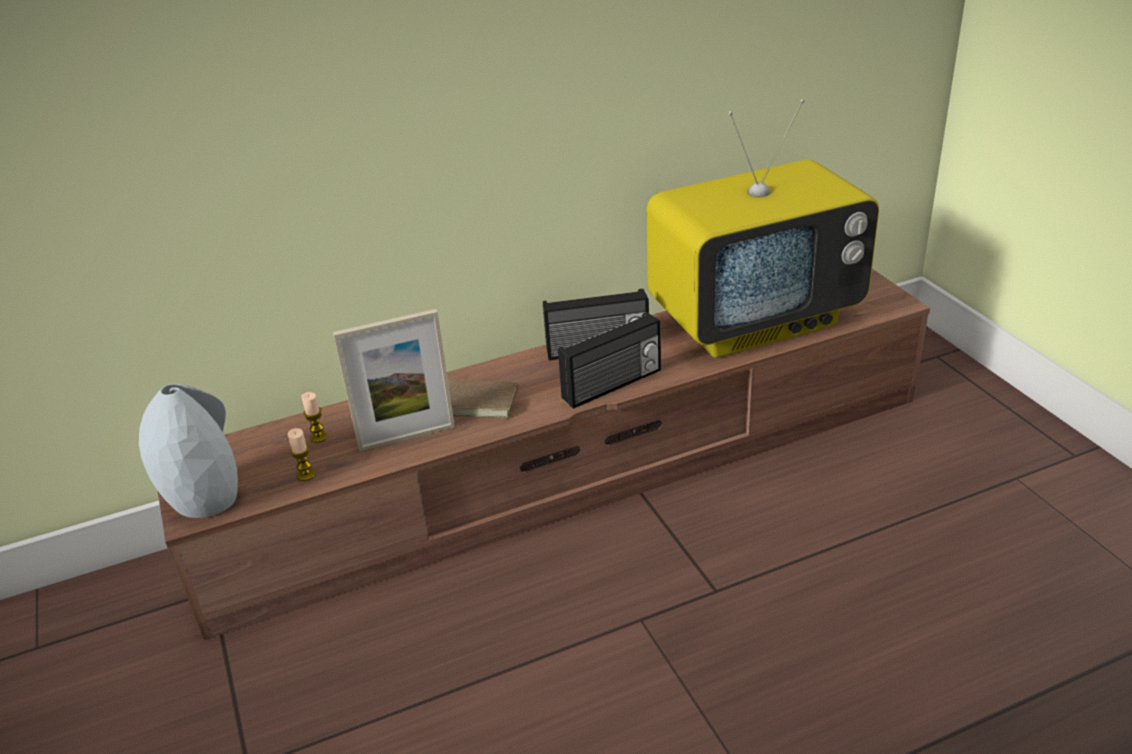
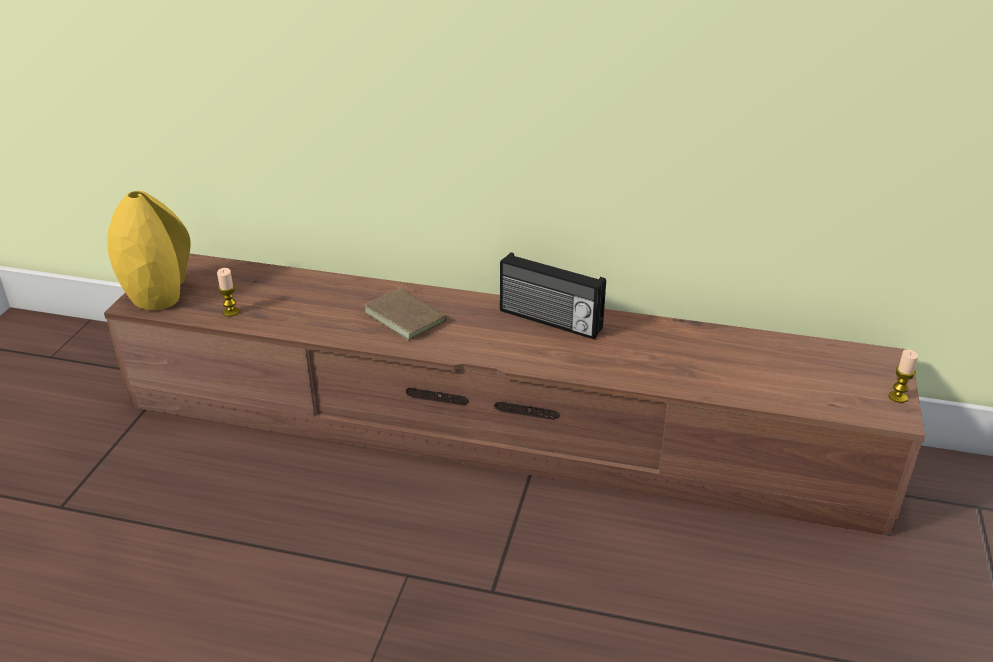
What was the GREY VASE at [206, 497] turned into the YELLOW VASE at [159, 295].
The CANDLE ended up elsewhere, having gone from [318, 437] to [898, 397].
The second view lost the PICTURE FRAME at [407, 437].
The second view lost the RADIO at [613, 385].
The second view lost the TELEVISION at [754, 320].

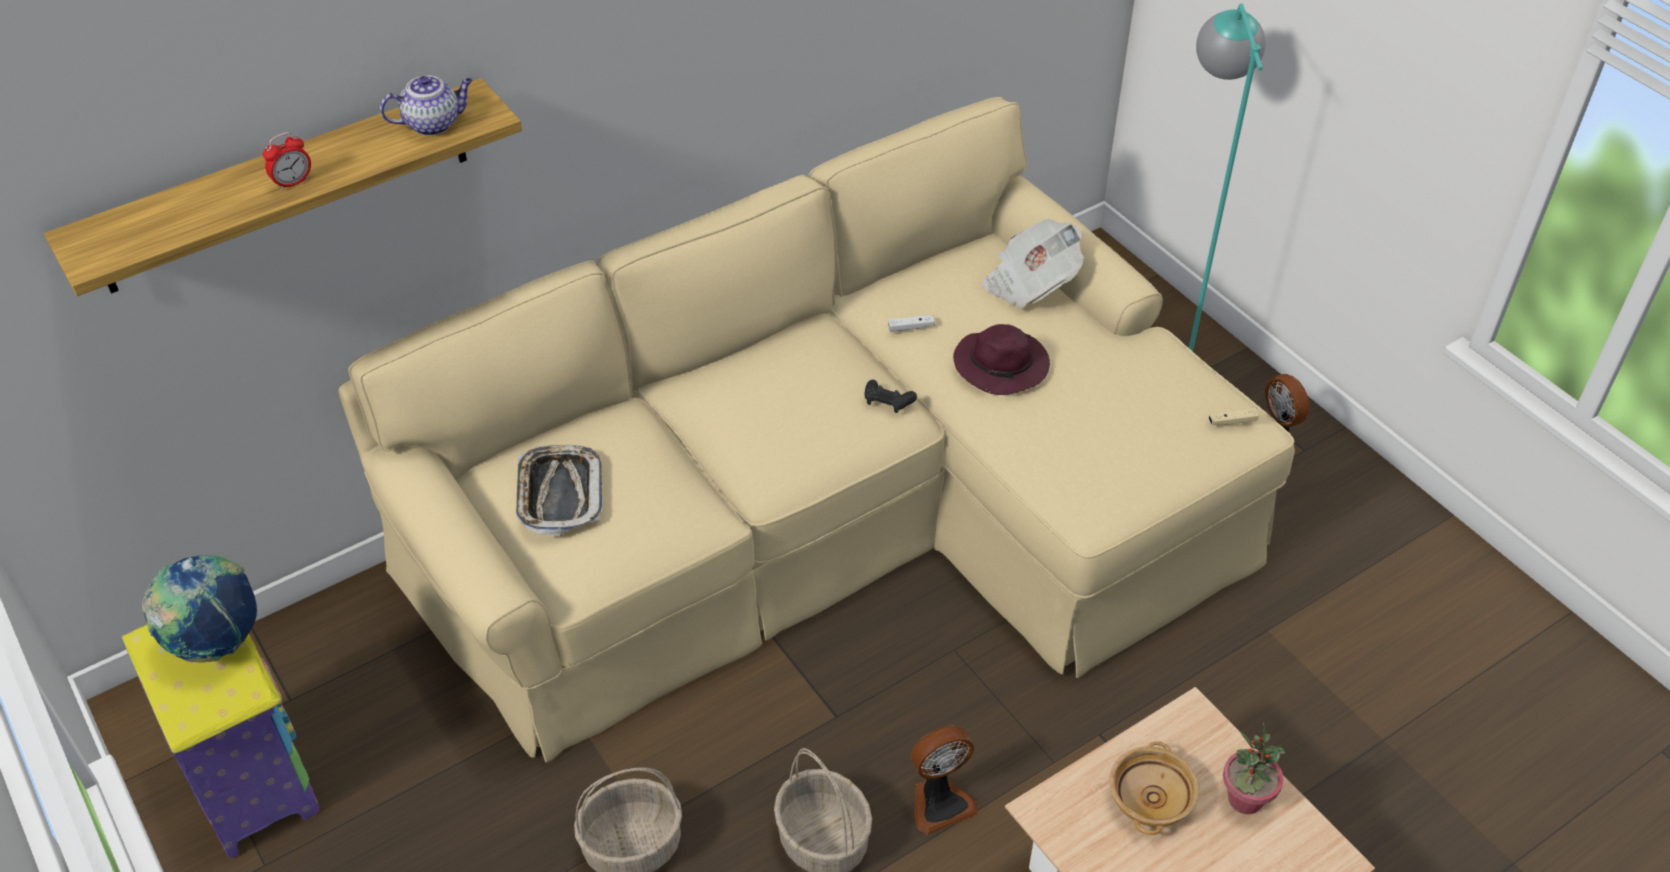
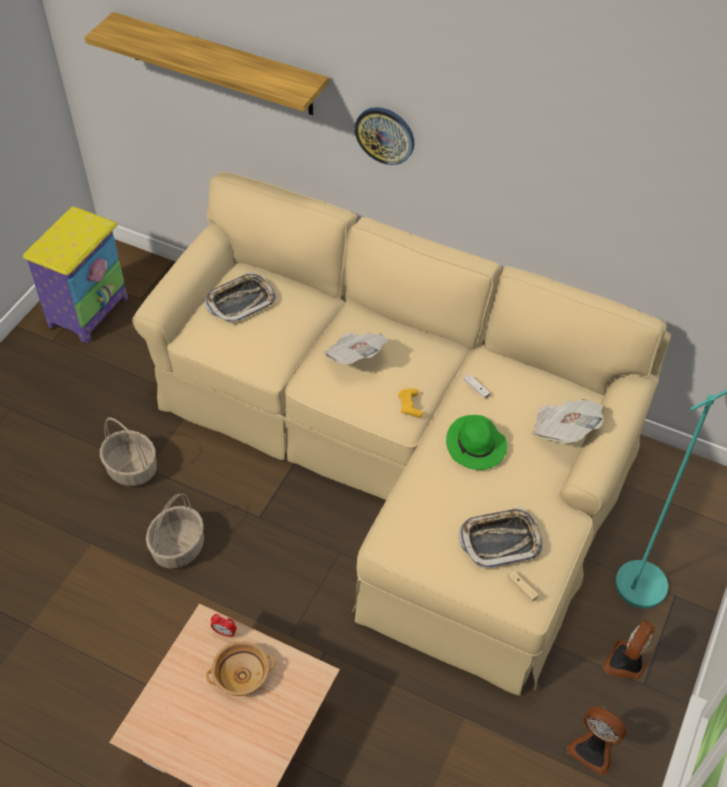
The second view lost the GLOBE at [215, 641].
The ALARM CLOCK ended up elsewhere, having gone from [293, 182] to [224, 632].
The second view lost the TEAPOT at [434, 124].
What was the BLACK GAME CONTROLLER at [887, 401] turned into the YELLOW GAME CONTROLLER at [410, 406].
The FAN ended up elsewhere, having gone from [939, 802] to [593, 749].
What was the PURPLE HAT at [1002, 366] turned into the GREEN HAT at [476, 446].
The second view lost the POTTED PLANT at [1245, 799].
The second view gained the NEWSPAPER at [355, 357].
The second view gained the WALL CLOCK at [385, 135].
The second view gained the TRAY at [500, 541].

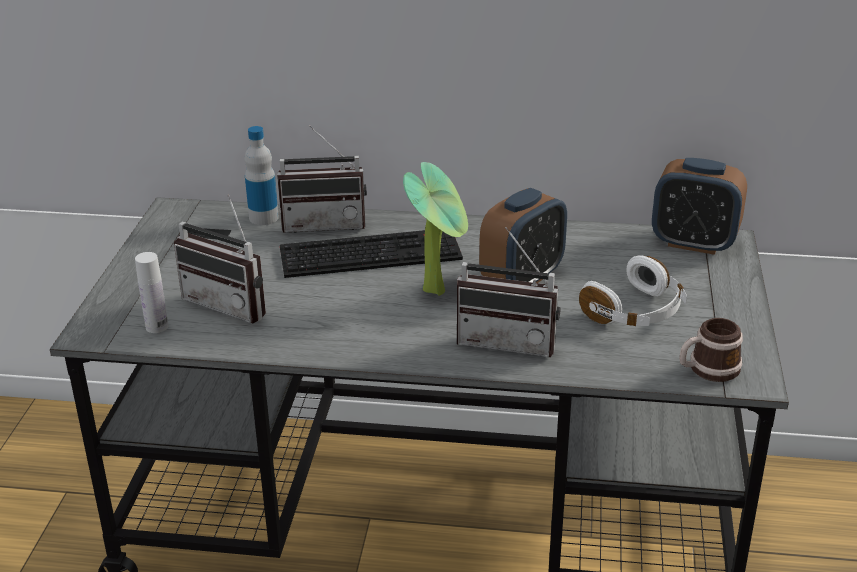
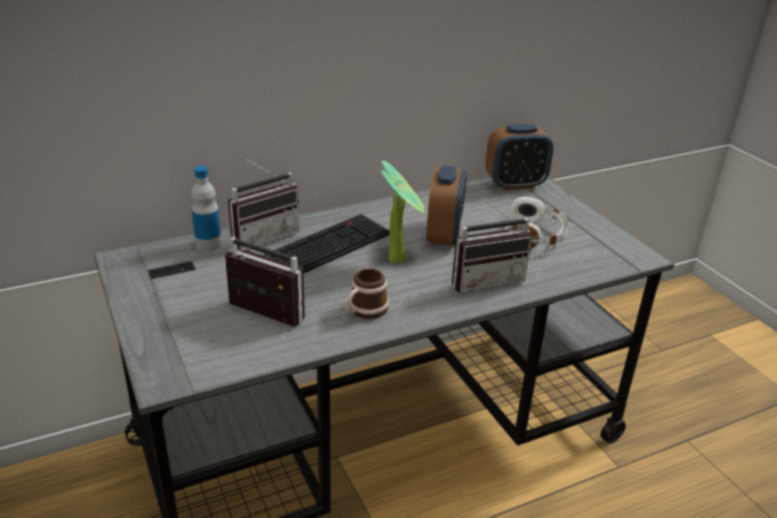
The second view lost the WHITE BOTTLE at [157, 327].
The RADIO at [232, 303] ended up facing another way, 150 degrees counterclockwise from before.
The MUG ended up elsewhere, having gone from [707, 370] to [364, 311].

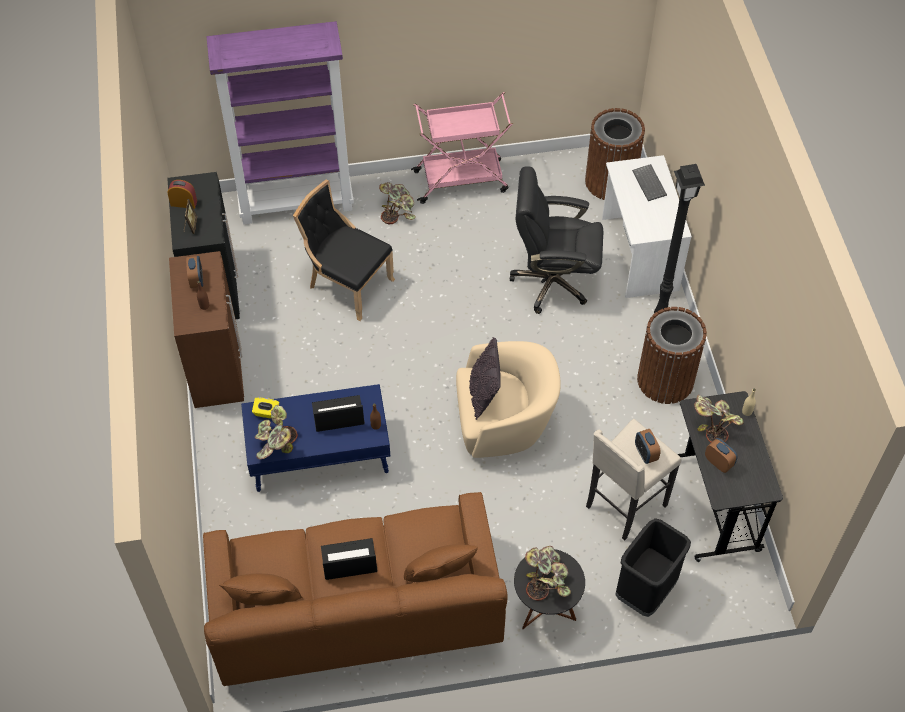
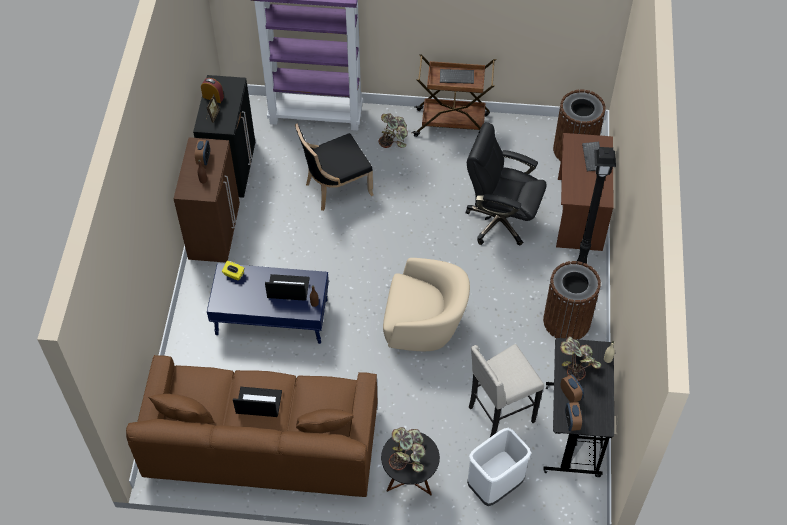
The second view lost the POTTED PLANT at [275, 445].
The BLACK CHAIR at [347, 284] ended up facing another way, 75 degrees counterclockwise from before.
What was the PINK CART at [461, 182] turned into the BROWN CART at [452, 125].
The second view lost the BLACK PILLOW at [484, 394].
What was the WHITE DESK at [638, 254] turned into the BROWN DESK at [578, 214].
What was the BLACK TRASH CAN at [645, 591] turned into the WHITE TRASH CAN at [495, 486].
The ALARM CLOCK ended up elsewhere, having gone from [645, 453] to [571, 422].
The second view gained the KEYBOARD at [457, 76].

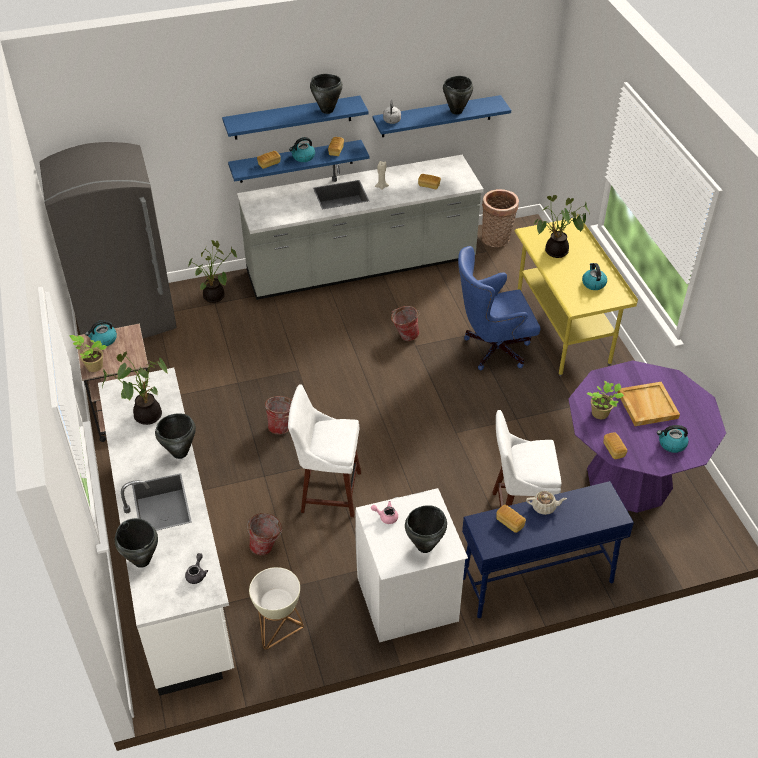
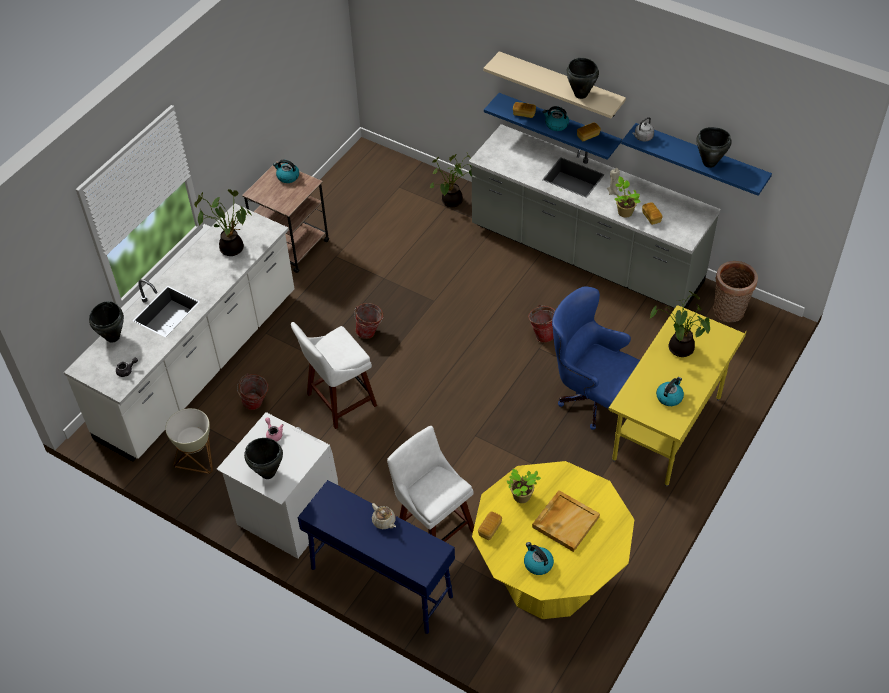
The second view lost the GREY FRIDGE at [127, 317].
The POTTED PLANT ended up elsewhere, having gone from [93, 366] to [624, 211].
The second view lost the BLACK COOKING POT at [180, 453].
What was the BLUE SHELF at [292, 117] turned into the BEIGE SHELF at [560, 84].
The WHITE CHAIR at [327, 491] ended up facing another way, 90 degrees counterclockwise from before.
The second view lost the BREAD at [510, 523].
What was the PURPLE DINING TABLE at [629, 478] turned into the YELLOW DINING TABLE at [549, 579].

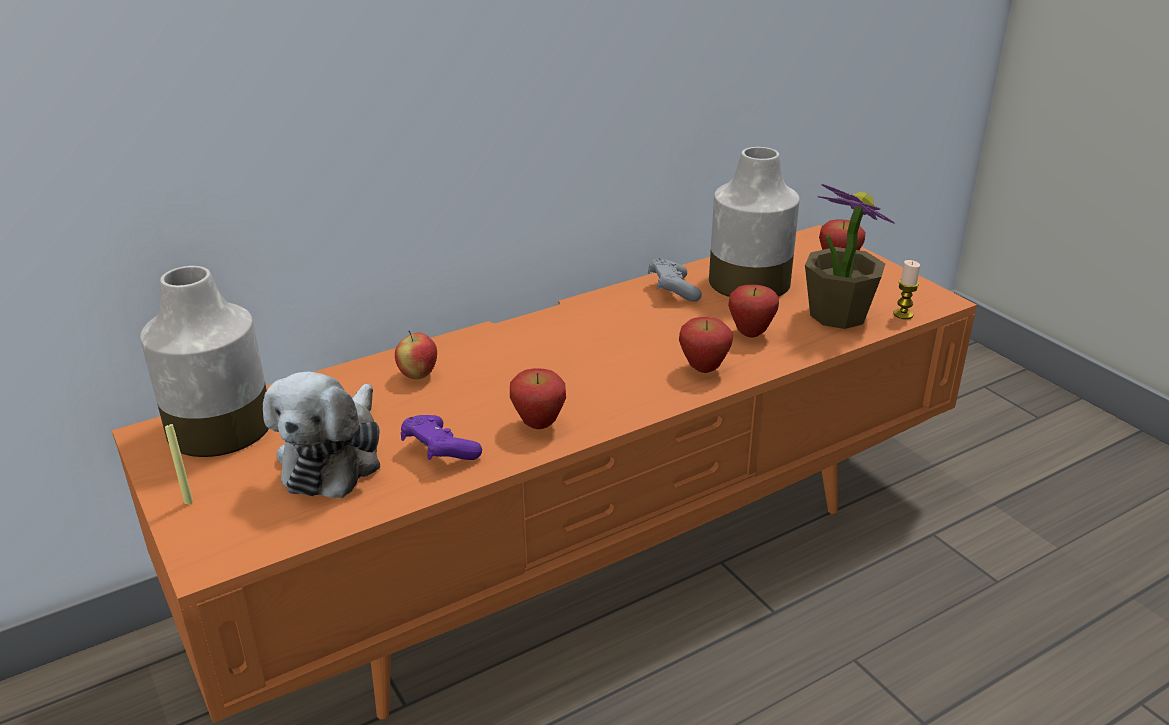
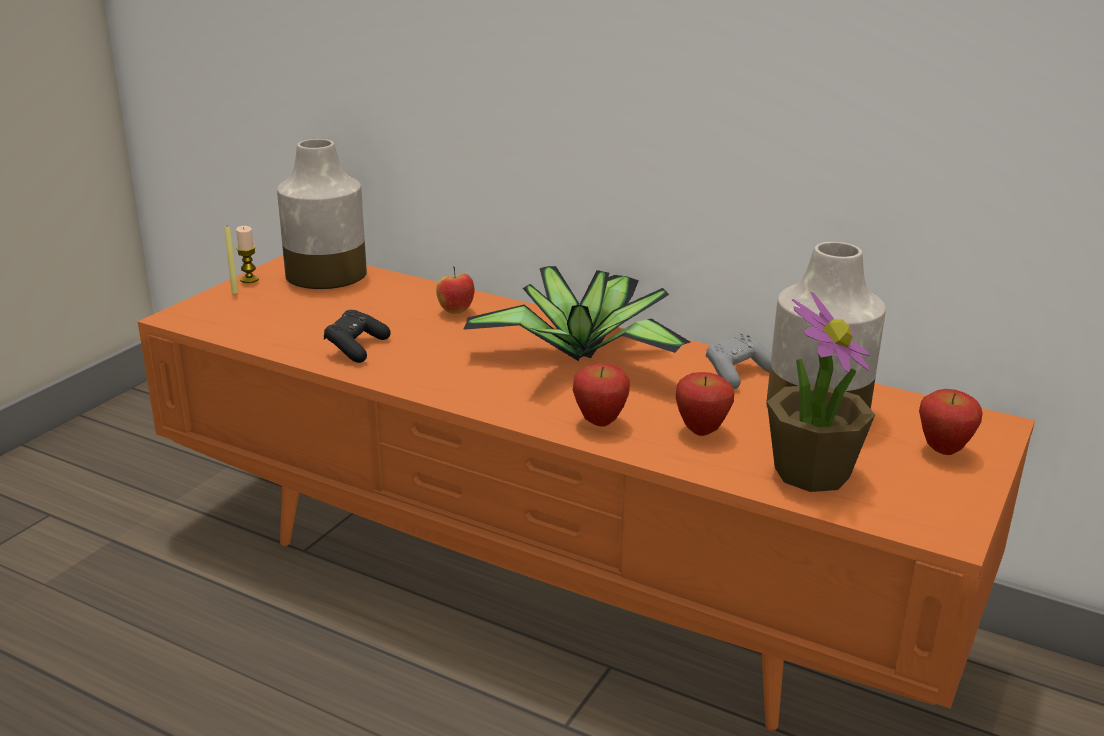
The second view lost the PLUSH TOY at [334, 457].
What was the PURPLE GAME CONTROLLER at [439, 452] turned into the BLACK GAME CONTROLLER at [356, 348].
The second view lost the APPLE at [538, 425].
The CANDLE ended up elsewhere, having gone from [903, 314] to [249, 279].
The second view gained the POTTED PLANT at [583, 353].

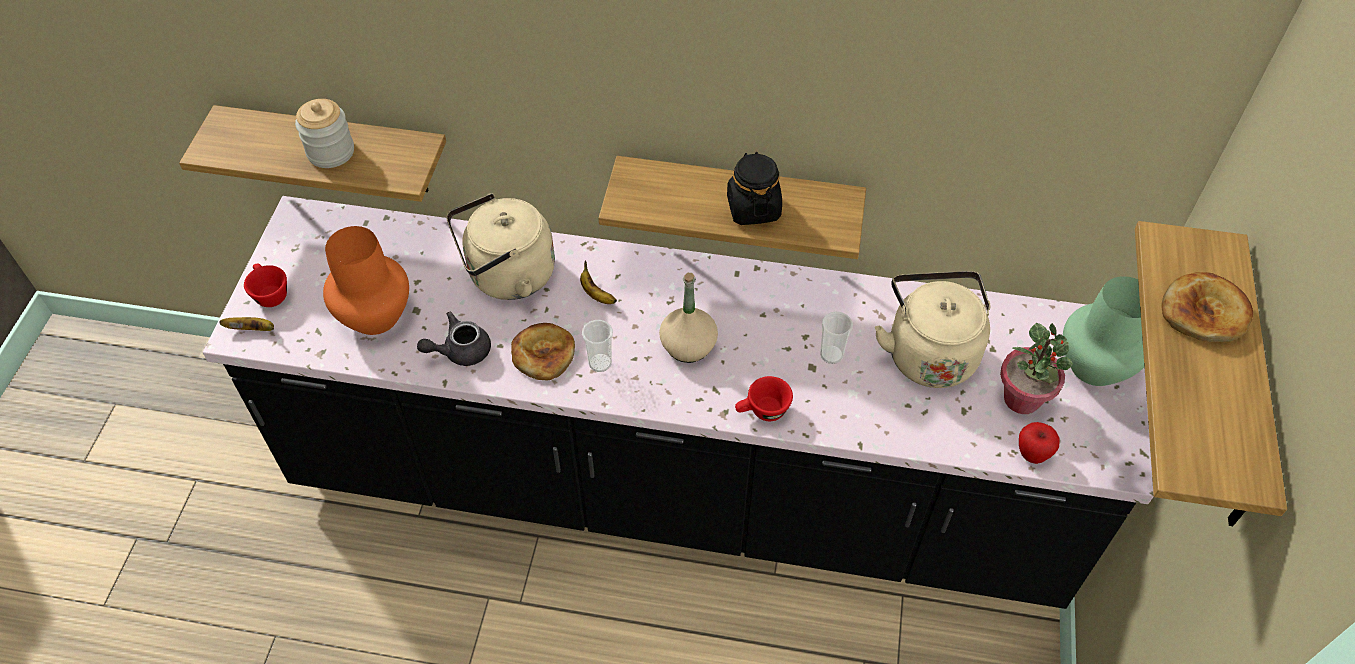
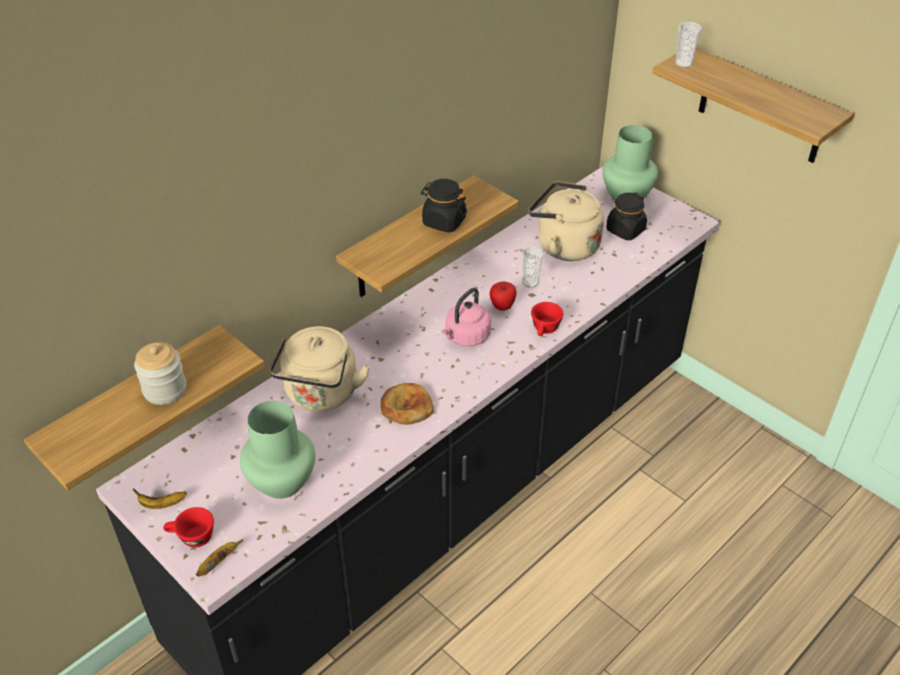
What was the ORANGE VASE at [377, 315] turned into the GREEN VASE at [282, 481].
The second view lost the GREY TEAPOT at [460, 351].
The BANANA ended up elsewhere, having gone from [596, 294] to [161, 504].
The CUP ended up elsewhere, having gone from [600, 363] to [683, 63].
Where the BEIGE BOTTLE stood at [688, 345], the PINK KETTLE came to stand at [466, 337].
Where the POTTED PLANT stood at [1022, 399], the BLACK JAR came to stand at [625, 230].
The APPLE ended up elsewhere, having gone from [1032, 454] to [502, 307].
The second view lost the BREAD at [1204, 312].

